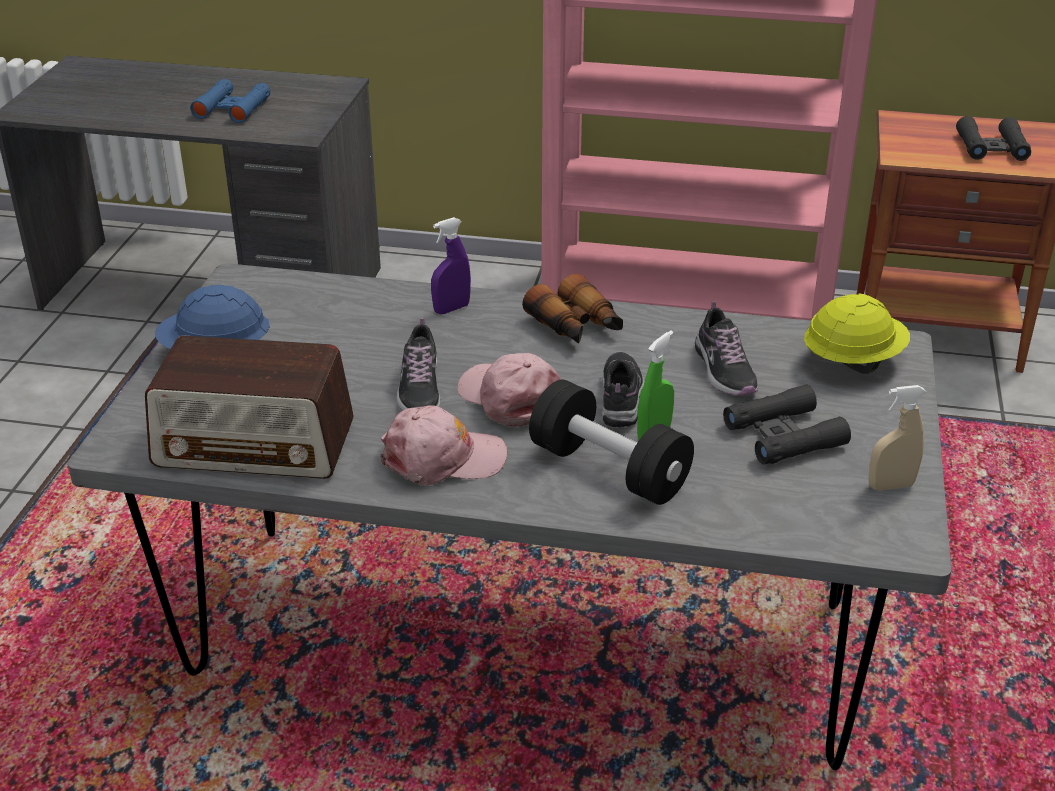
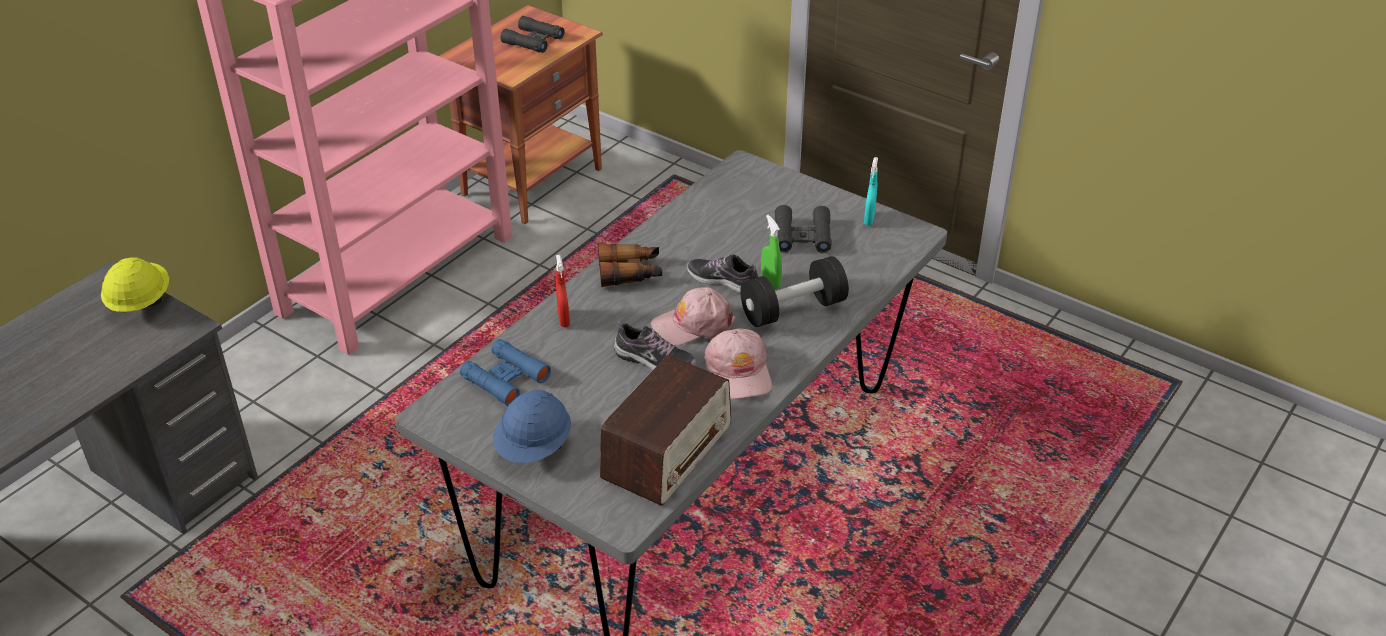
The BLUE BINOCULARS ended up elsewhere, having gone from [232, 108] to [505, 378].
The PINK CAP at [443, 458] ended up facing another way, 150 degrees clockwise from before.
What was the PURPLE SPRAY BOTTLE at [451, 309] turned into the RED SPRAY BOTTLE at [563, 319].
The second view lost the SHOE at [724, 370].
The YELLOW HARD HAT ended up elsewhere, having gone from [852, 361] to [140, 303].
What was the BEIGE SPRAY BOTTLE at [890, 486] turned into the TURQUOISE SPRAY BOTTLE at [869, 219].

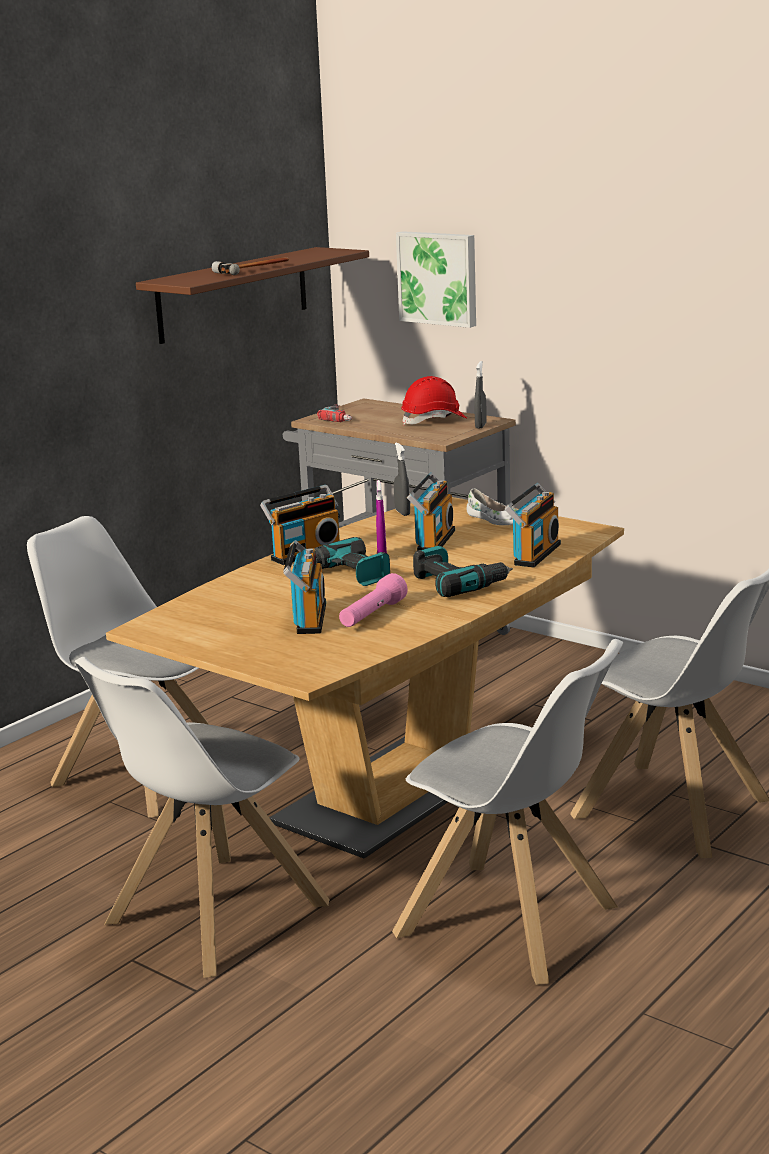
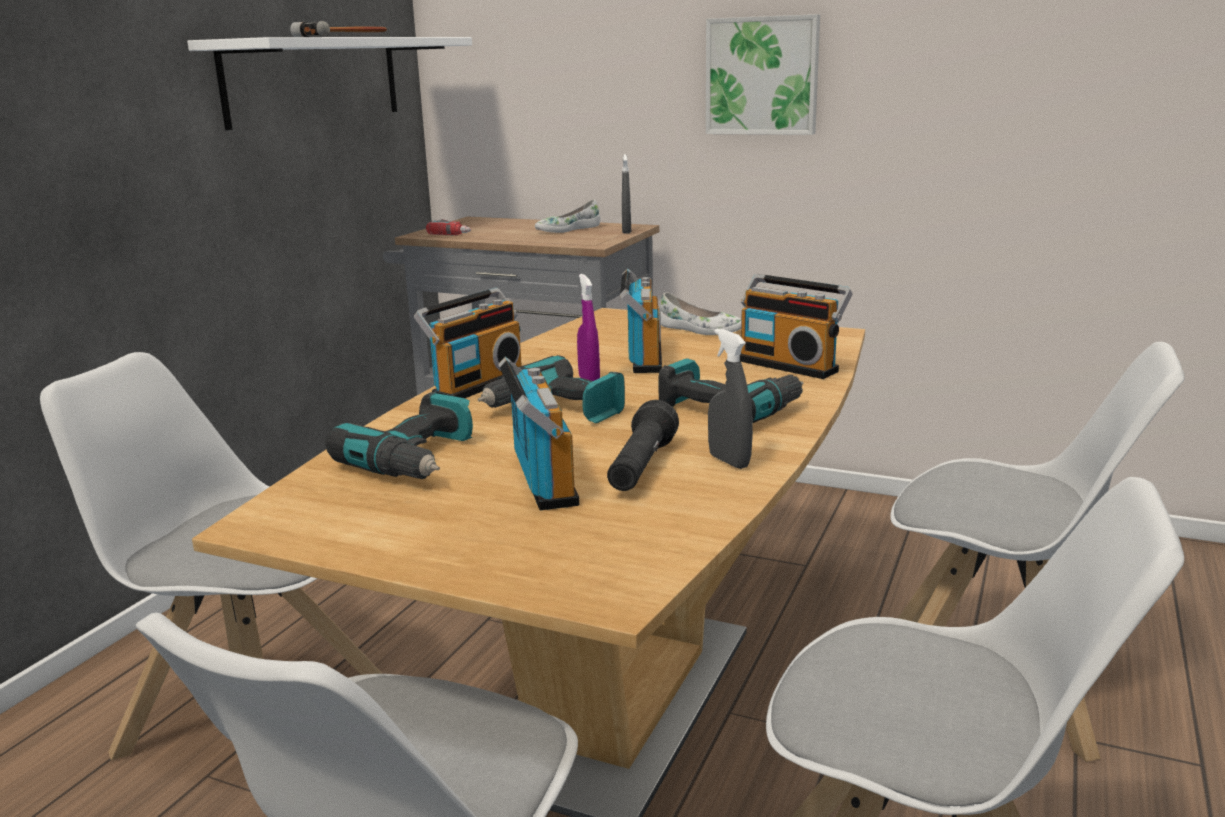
What was the BROWN SHELF at [233, 294] turned into the WHITE SHELF at [314, 80].
What was the PINK FLASHLIGHT at [372, 616] turned into the BLACK FLASHLIGHT at [641, 468].
The GREY SPRAY BOTTLE ended up elsewhere, having gone from [402, 512] to [729, 461].
The PICTURE ended up elsewhere, having gone from [439, 278] to [762, 76].
Where the RED HARD HAT stood at [434, 420], the WHITE SHOE came to stand at [567, 229].
The RADIO at [533, 554] ended up facing another way, 120 degrees clockwise from before.
The second view gained the POWER DRILL at [419, 460].

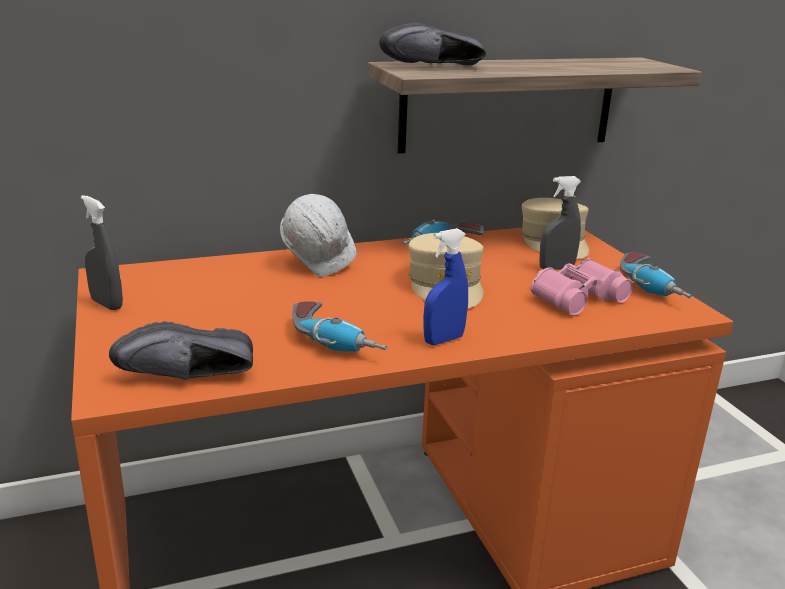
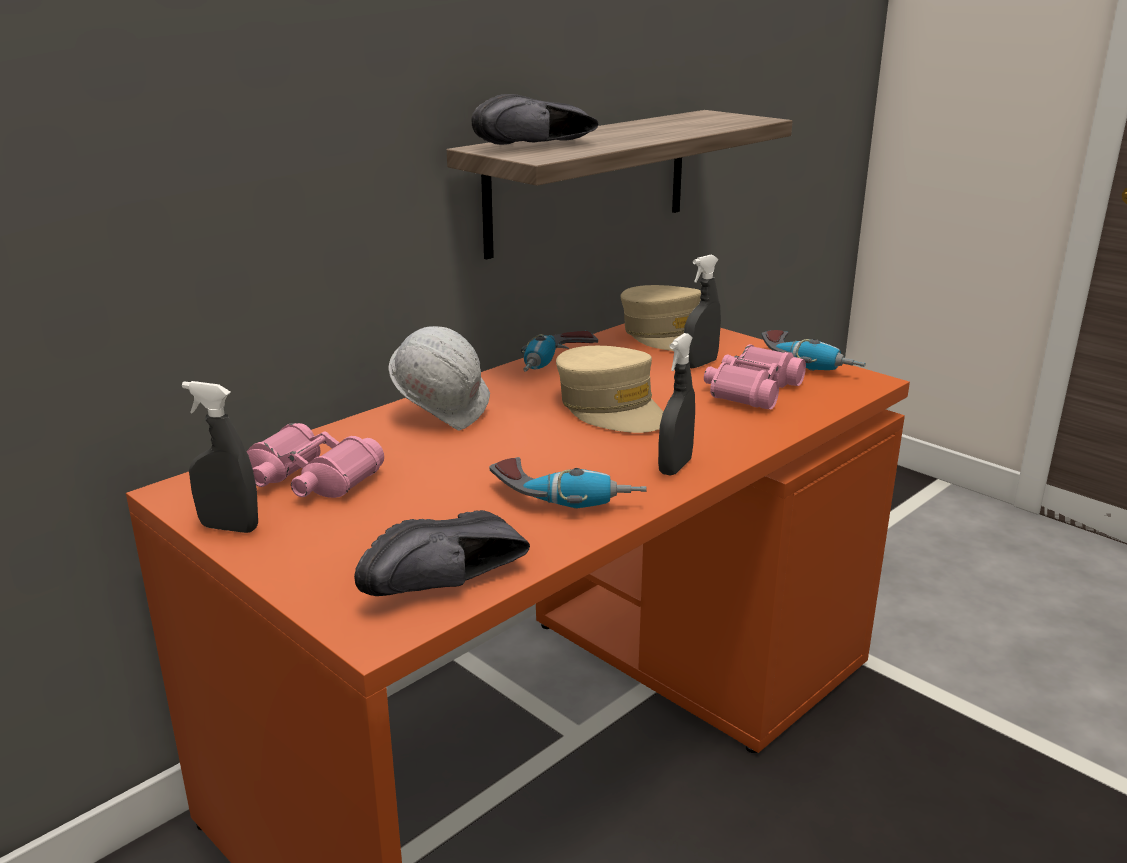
What was the BLUE SPRAY BOTTLE at [443, 340] turned into the GREY SPRAY BOTTLE at [675, 467].
The second view gained the PINK BINOCULARS at [311, 479].

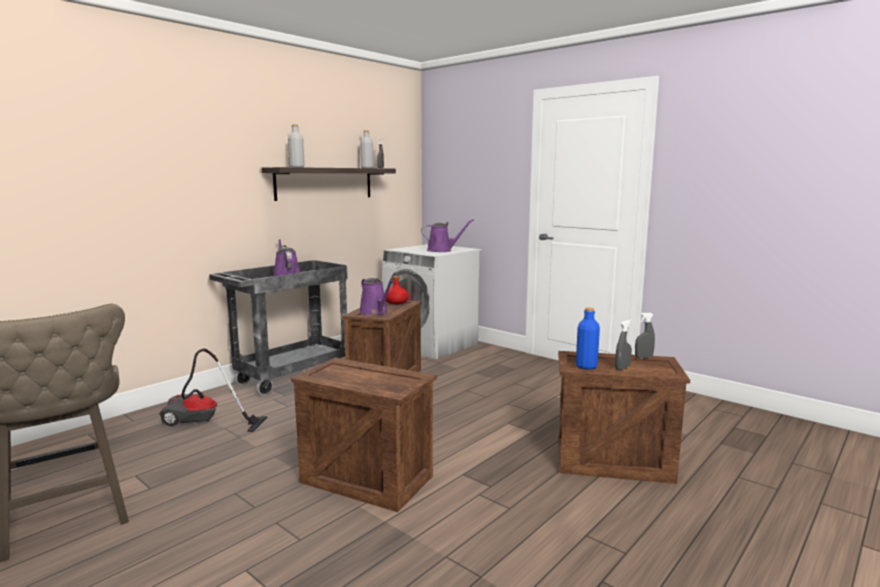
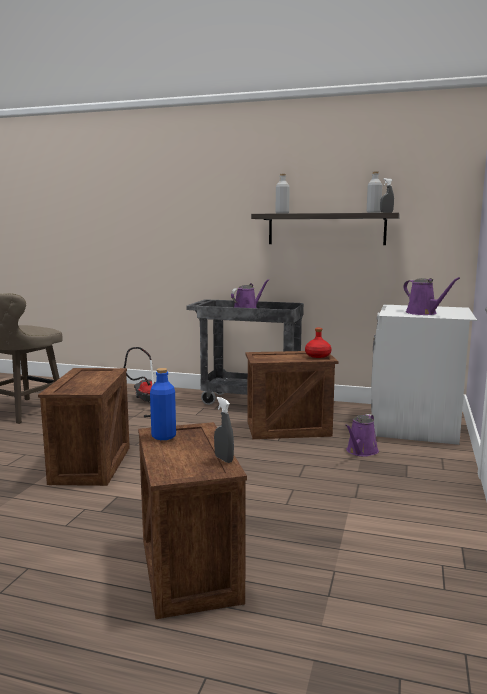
The PURPLE WATERING CAN ended up elsewhere, having gone from [375, 312] to [361, 451].
The second view lost the GREY SPRAY BOTTLE at [622, 368].

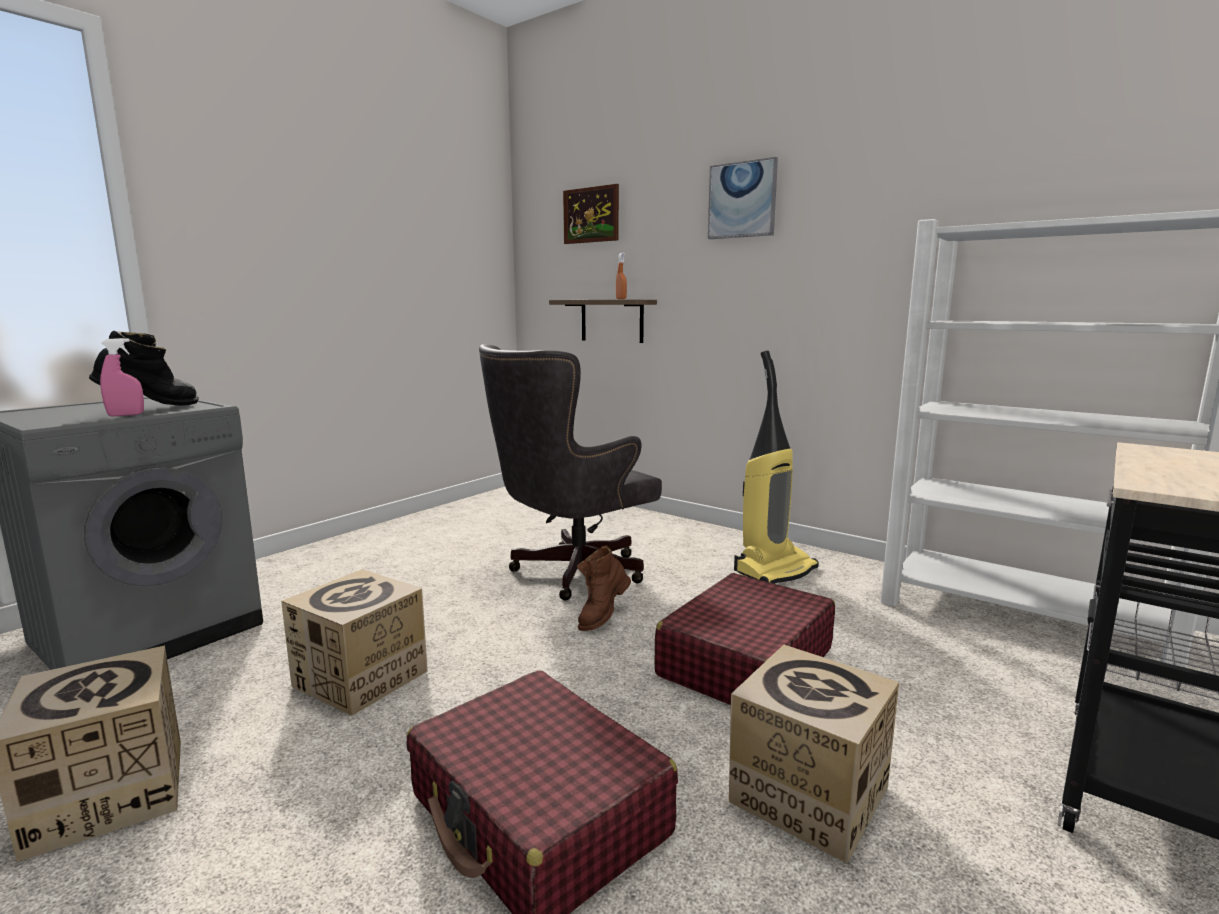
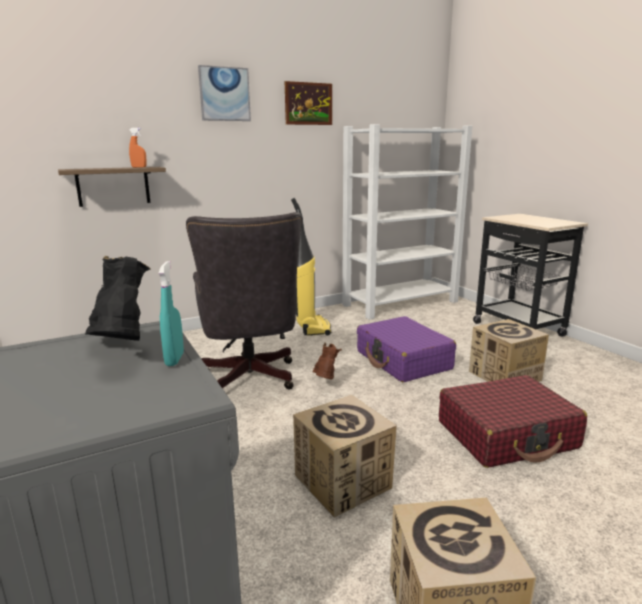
What was the PINK SPRAY BOTTLE at [126, 415] turned into the TURQUOISE SPRAY BOTTLE at [174, 359].
The PICTURE ended up elsewhere, having gone from [591, 215] to [308, 104].
The BROWN BOOT at [602, 617] ended up facing another way, 150 degrees counterclockwise from before.
What was the RED SUITCASE at [744, 663] turned into the PURPLE SUITCASE at [403, 360].

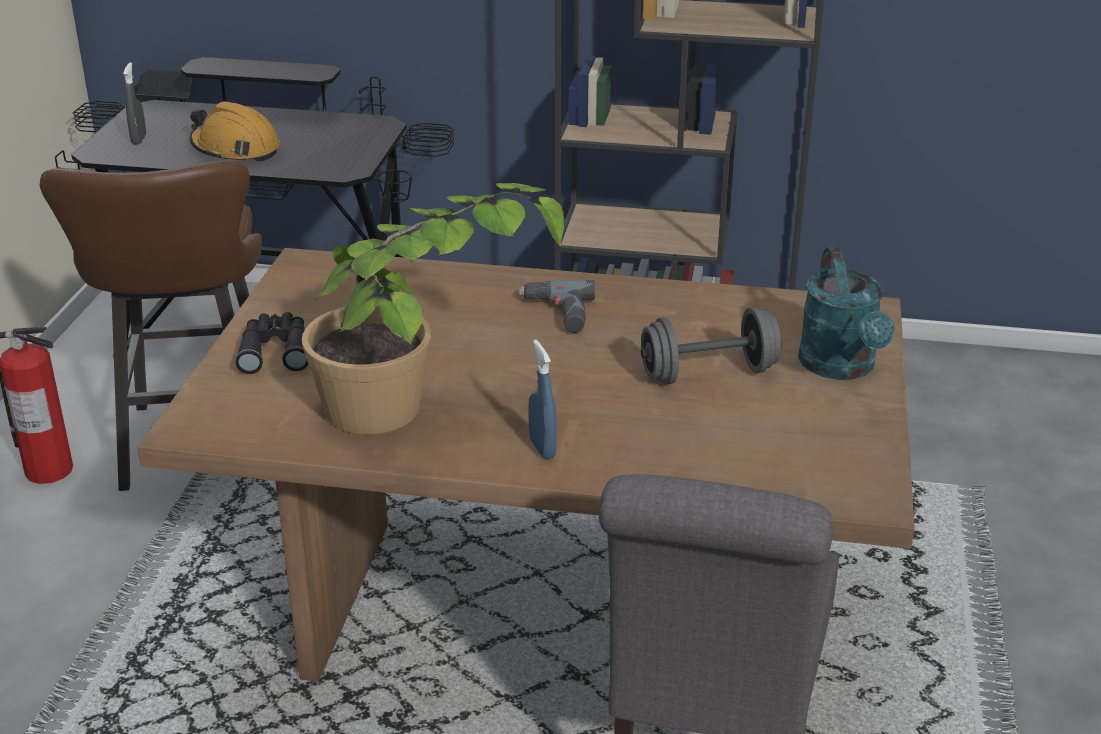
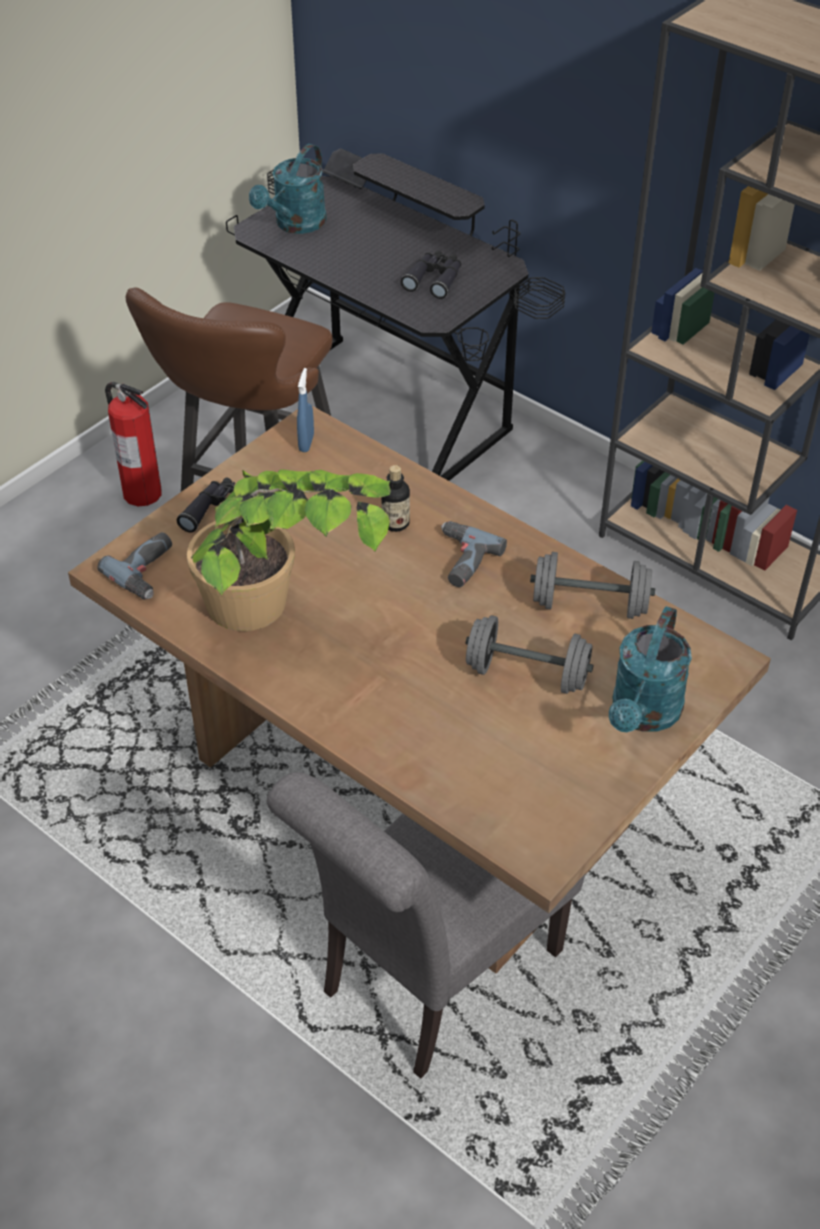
Where the GREY SPRAY BOTTLE stood at [139, 140], the TURQUOISE WATERING CAN came to stand at [295, 225].
The second view lost the ORANGE HARD HAT at [235, 149].
The BLUE SPRAY BOTTLE ended up elsewhere, having gone from [542, 448] to [306, 443].
The second view gained the POWER DRILL at [149, 572].
The second view gained the BOTTLE at [395, 523].
The second view gained the BLACK BINOCULARS at [434, 279].
The second view gained the GREY DUMBBELL at [589, 605].

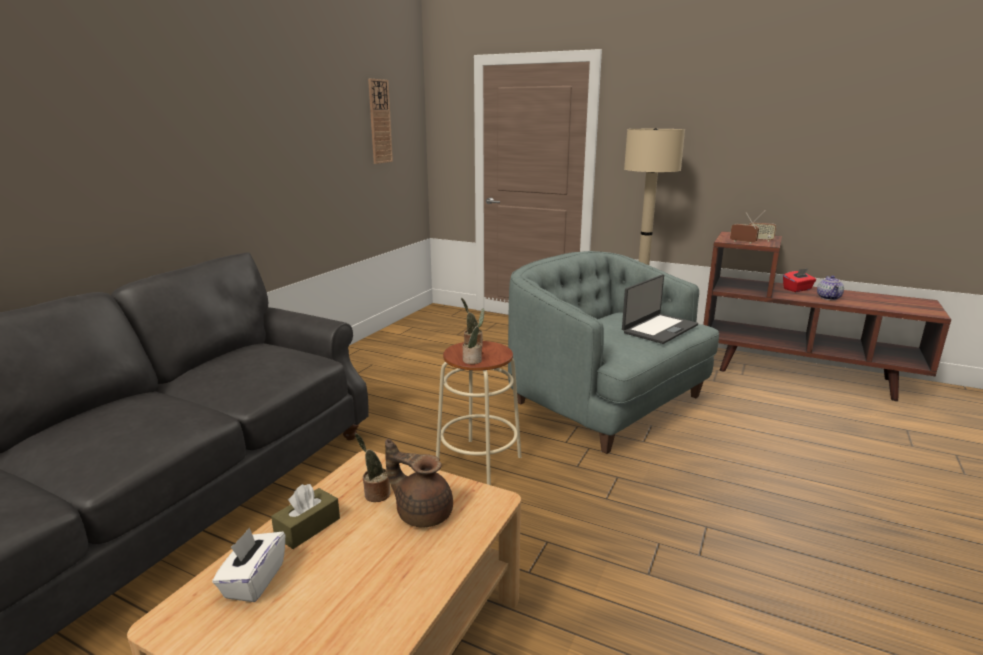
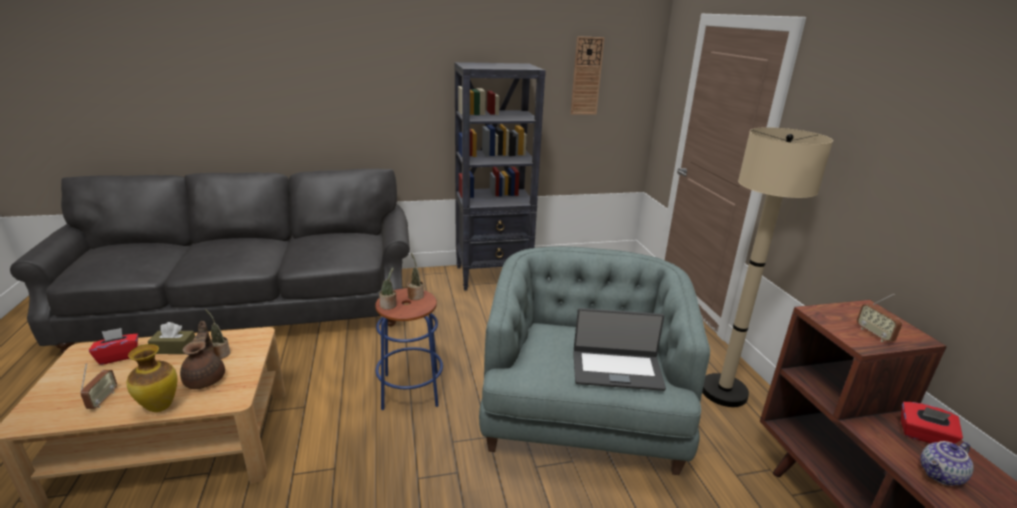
What was the WHITE TISSUE BOX at [253, 581] turned into the RED TISSUE BOX at [119, 356].
What was the BEIGE STOOL at [479, 462] turned into the BLUE STOOL at [410, 390].
The RADIO ended up elsewhere, having gone from [742, 242] to [103, 400].
The second view gained the VASE at [159, 407].
The second view gained the BLACK BOOKCASE at [493, 276].

